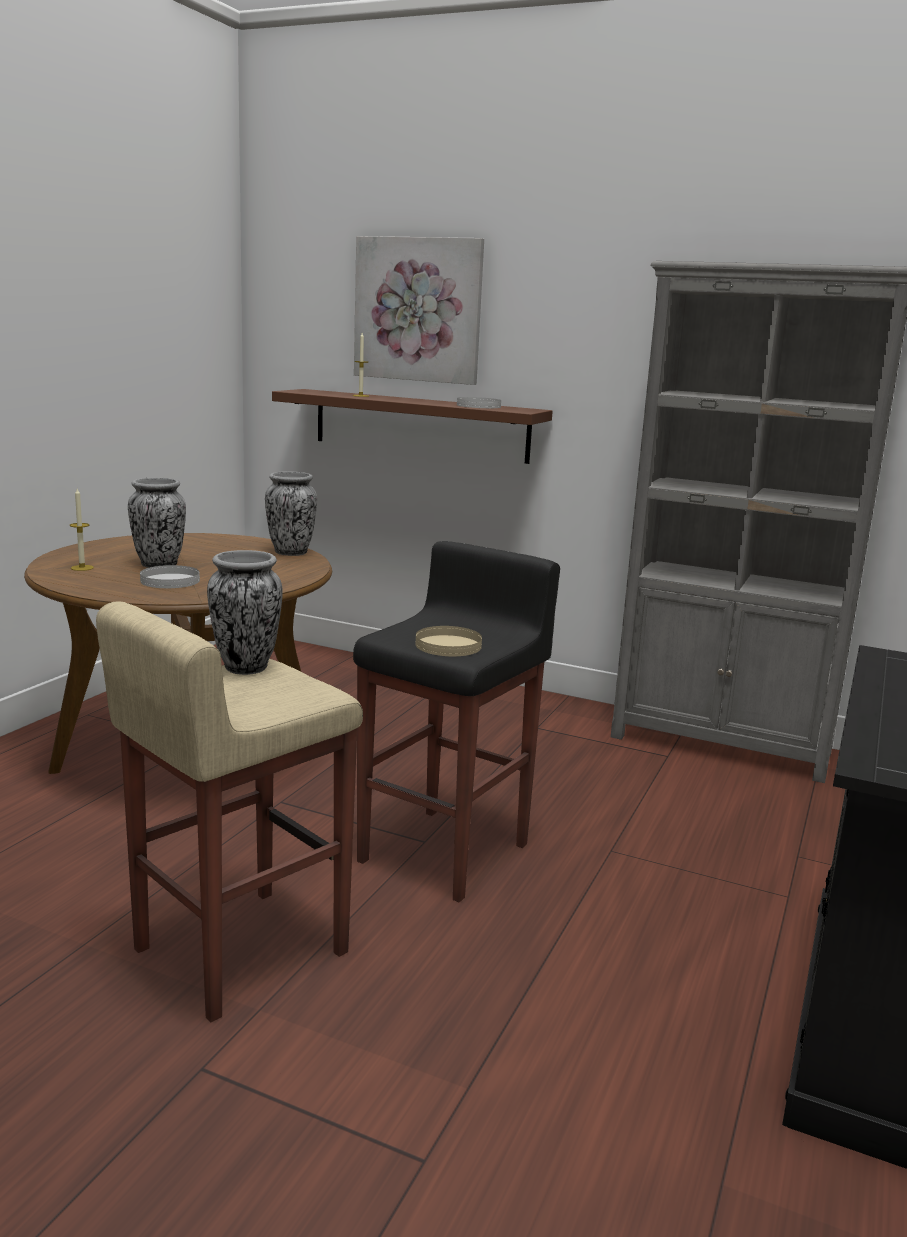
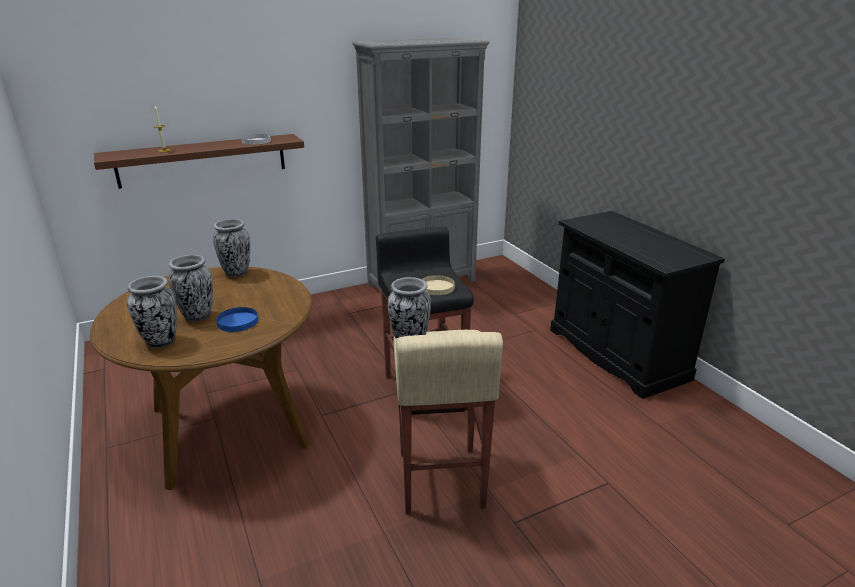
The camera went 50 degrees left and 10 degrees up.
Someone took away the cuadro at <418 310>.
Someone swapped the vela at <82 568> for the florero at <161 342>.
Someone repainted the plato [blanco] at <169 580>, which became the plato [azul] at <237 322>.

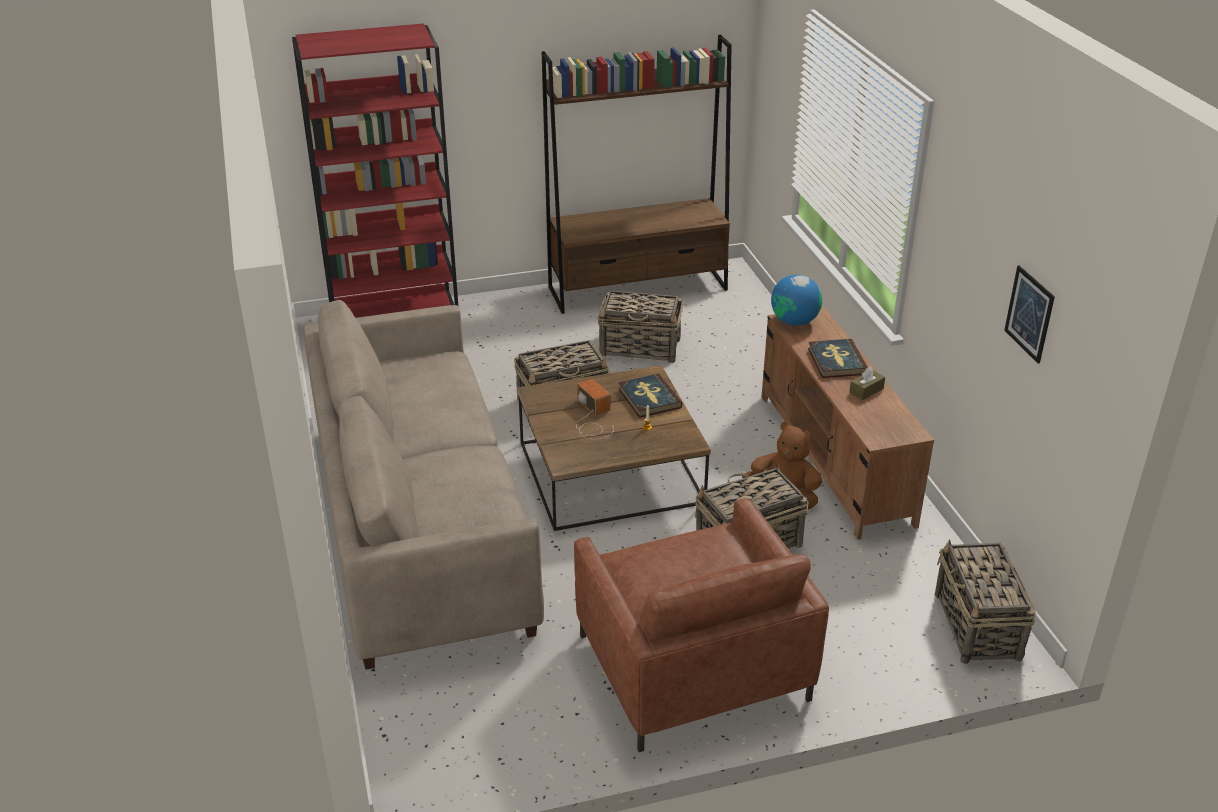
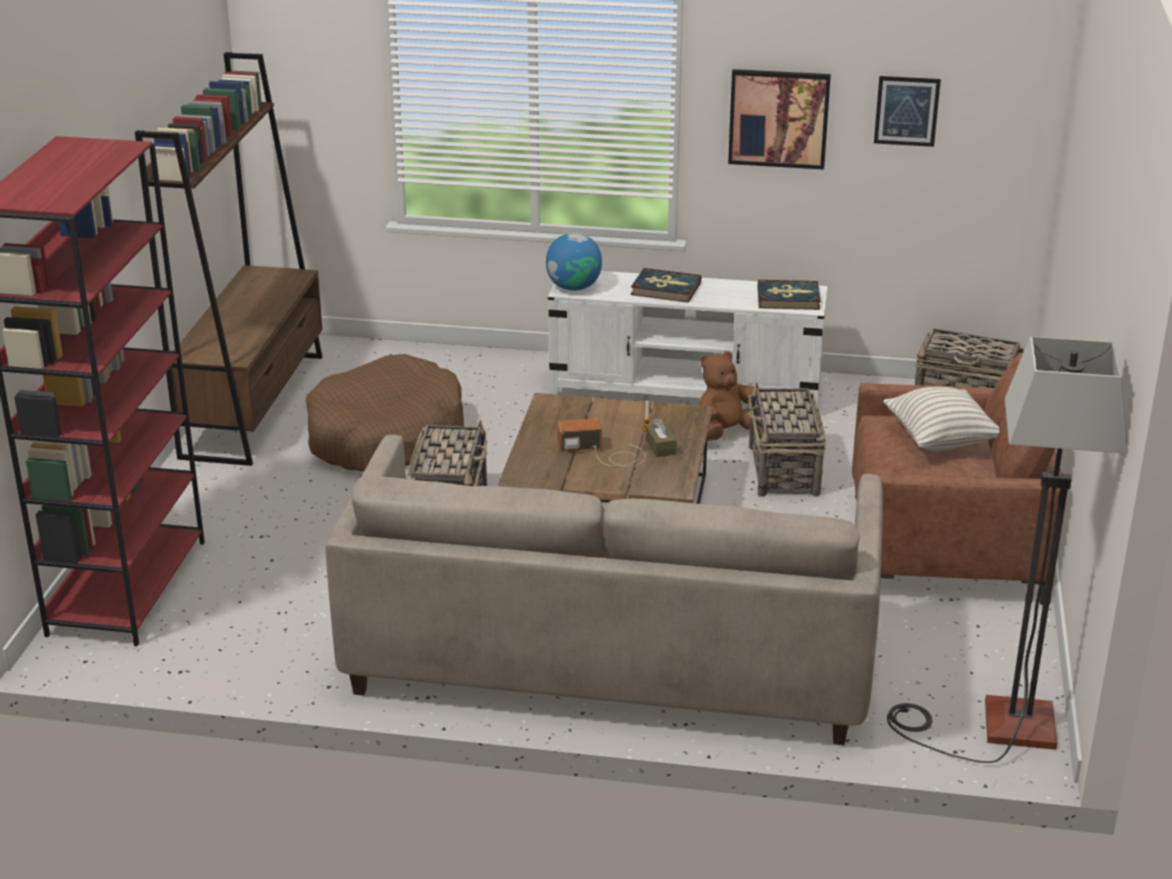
The camera went 65 degrees left and 5 degrees down.
Someone swapped the cesta at <641 348> for the cama para perro [marrón] at <384 436>.
Someone repainted the mueble de televisión [marrón] at <834 458>, which became the mueble de televisión [blanco] at <686 391>.
Someone carried the caja de pañuelos [marrón] from <866 391> to <660 447>.
Someone carried the libro from <649 398> to <788 298>.
Someone put up the cuadro at <778 118>.
Someone put down the lámpara de pie at <995 727>.
Someone put down the cojín at <940 440>.

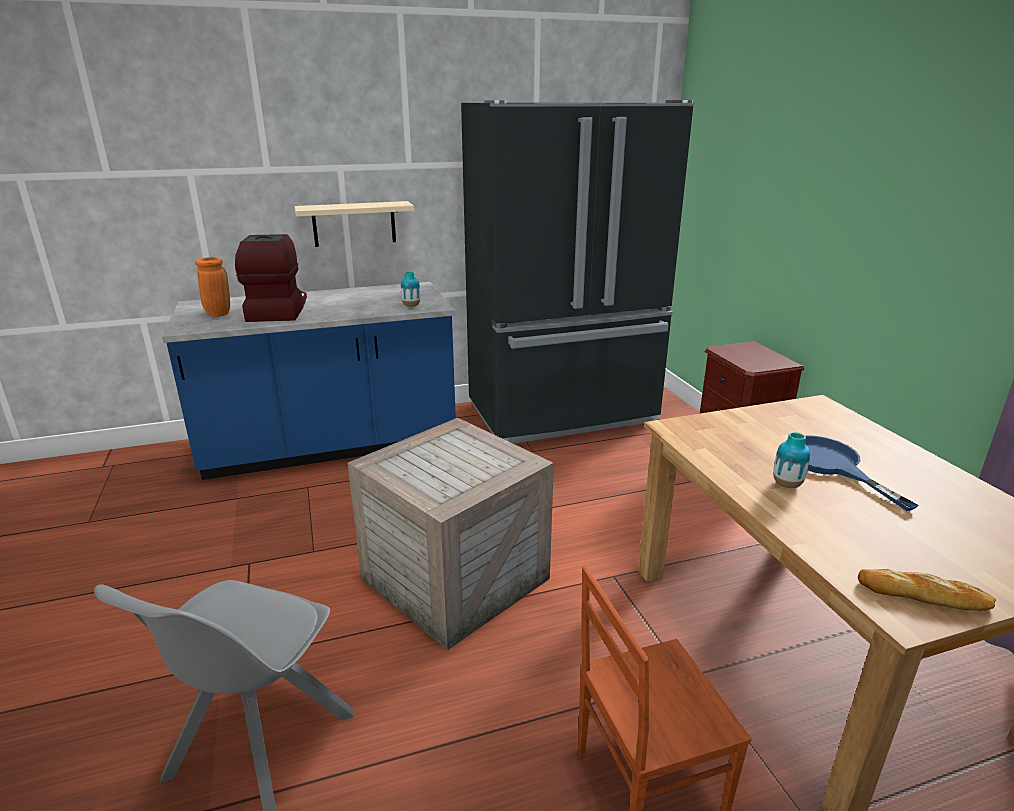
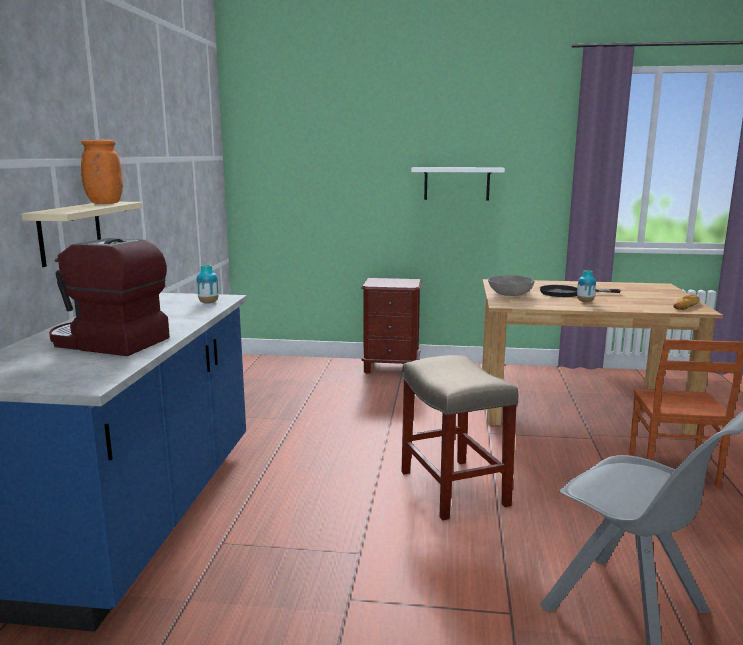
The camera went 65 degrees left and 10 degrees down.
Someone took away the nevera [negro] at <564 415>.
Someone carried the florero [naranja] from <218 314> to <104 203>.
Someone swapped the caja de embalaje at <455 576> for the taburete [beis] at <452 487>.
Someone repainted the sartén [azul] at <831 465>, which became the sartén [negro] at <568 293>.
Someone put up the estante [blanco] at <456 183>.
Someone put down the cuenco [gris] at <510 294>.

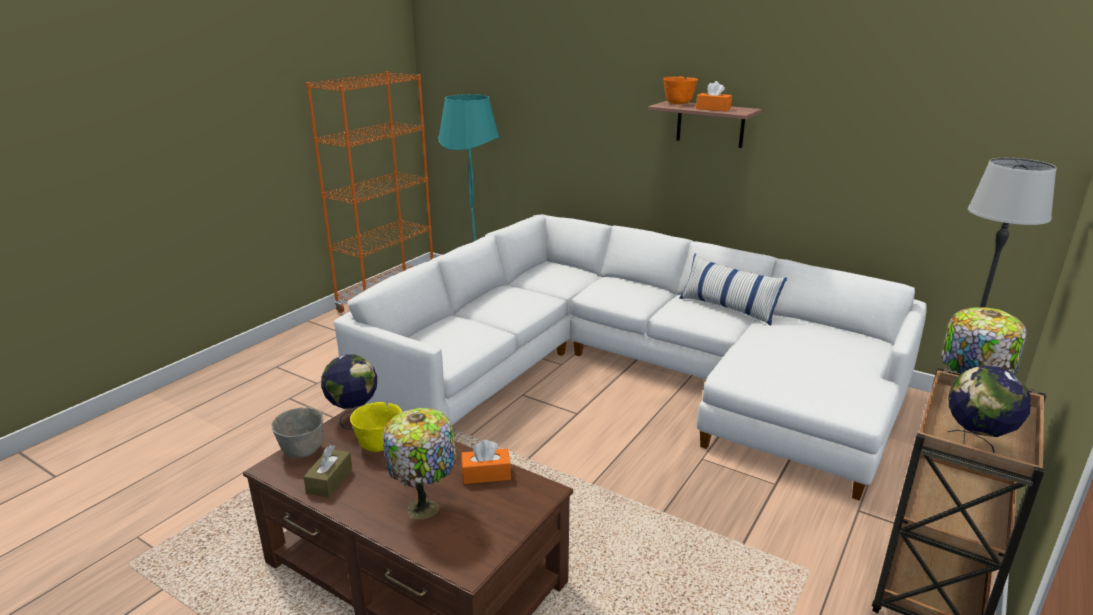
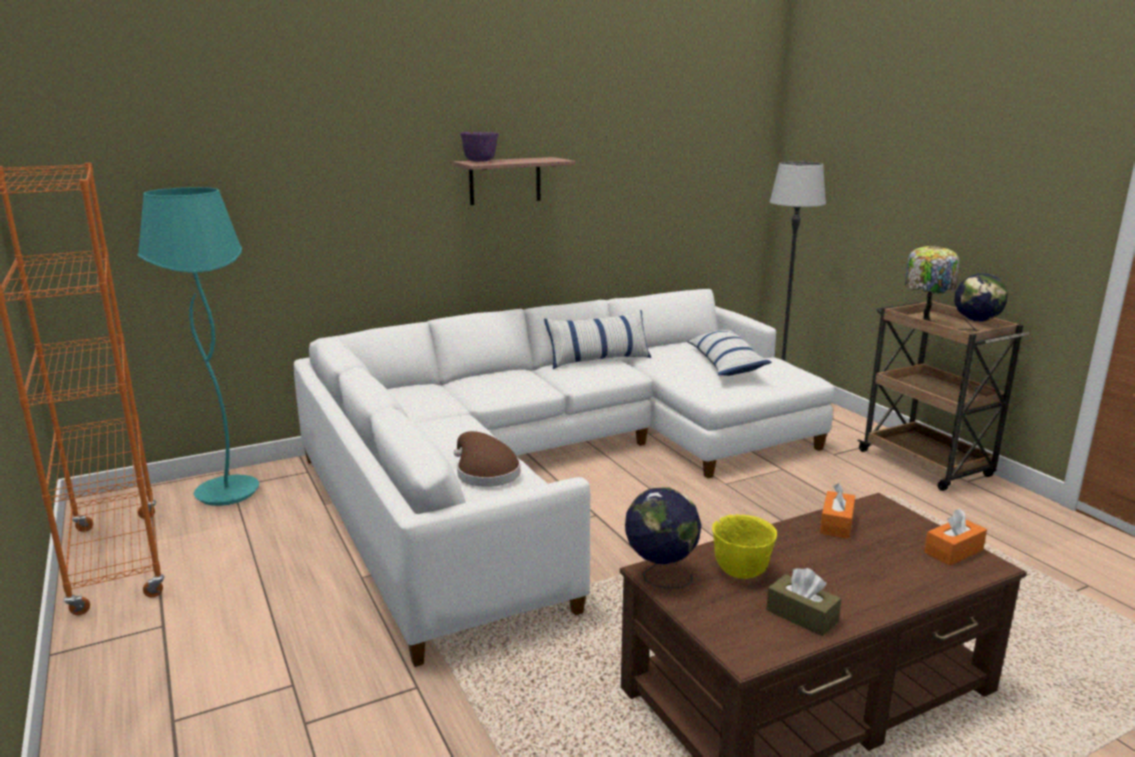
The camera went 60 degrees left and 5 degrees down.
Someone repainted the cuenco [naranja] at <678 103>, which became the cuenco [morado] at <480 161>.
Someone carried the caja de pañuelos [naranja] from <713 109> to <953 551>.
Someone took away the cuenco [gris] at <303 451>.
Someone took away the lámpara de mesa at <425 507>.
Someone put down the cojín at <725 364>.
Someone put down the sombrero [marrón] at <485 473>.

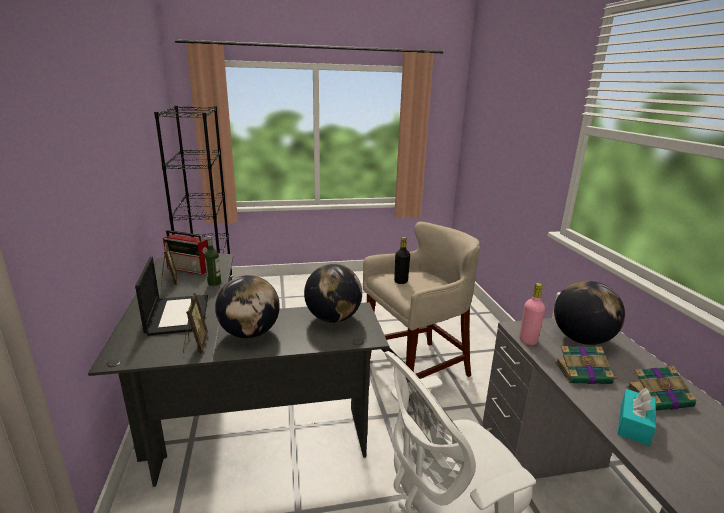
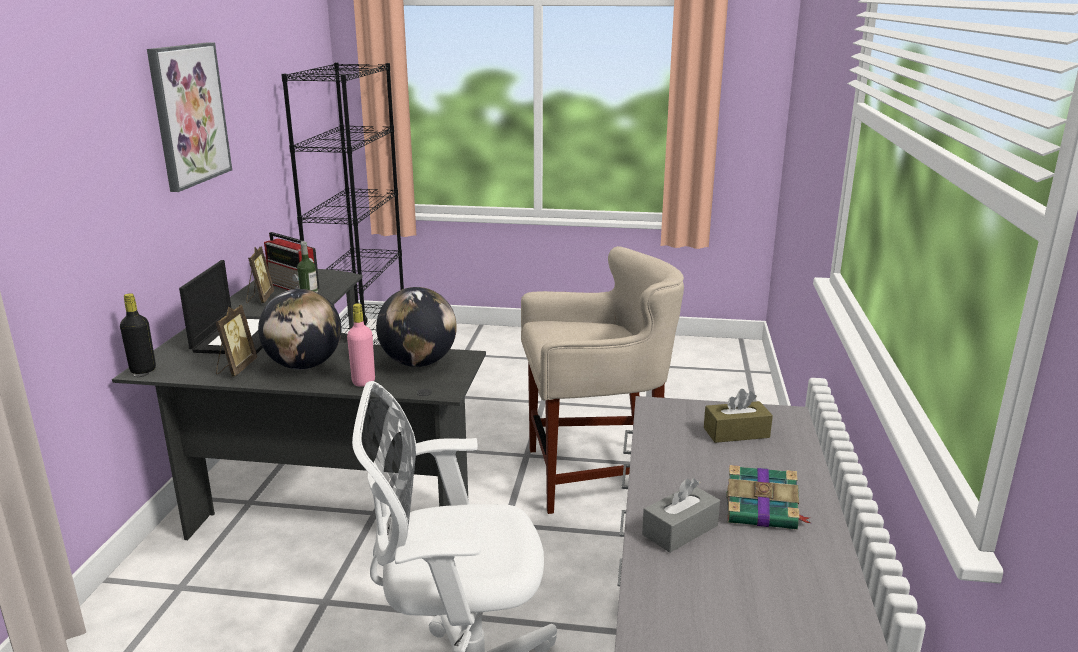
The camera went 20 degrees right and 0 degrees up.
Someone carried the botella [negro] from <401 281> to <143 370>.
Someone swapped the globo terráqueo at <581 339> for the caja de pañuelos [marrón] at <736 433>.
Someone carried the botella [rosa] from <528 340> to <363 382>.
Someone took away the libro at <584 373>.
Someone repainted the caja de pañuelos [turquesa] at <634 424>, which became the caja de pañuelos [gris] at <680 530>.
Someone put up the cuadro at <189 114>.

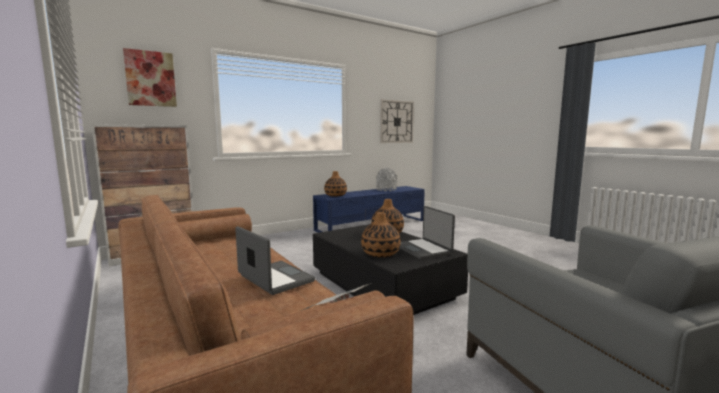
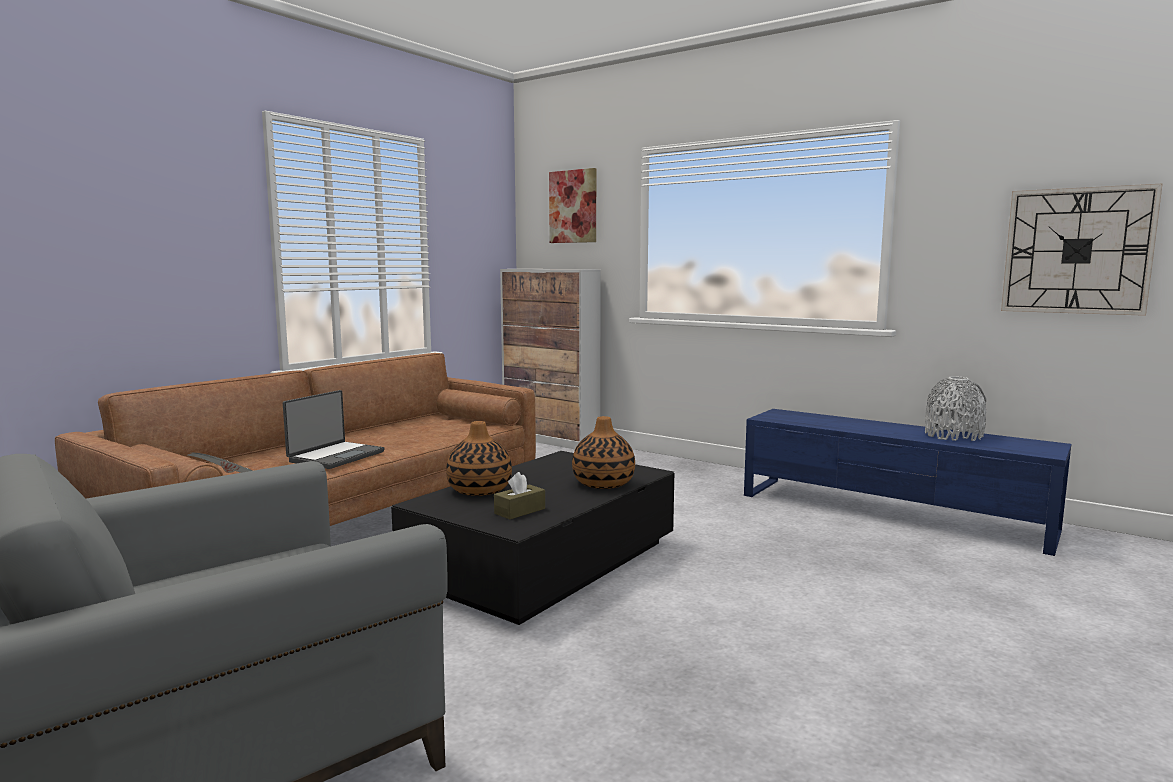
The camera went 70 degrees right and 0 degrees up.
Someone took away the florero at <335 195>.
Someone swapped the portátil at <423 249> for the caja de pañuelos [marrón] at <520 511>.

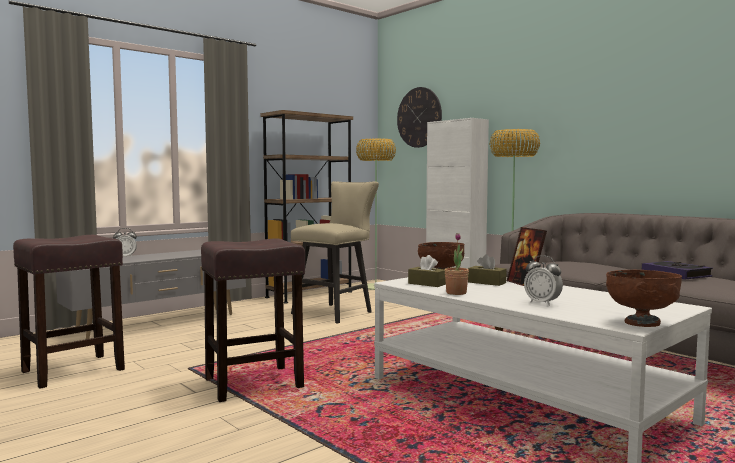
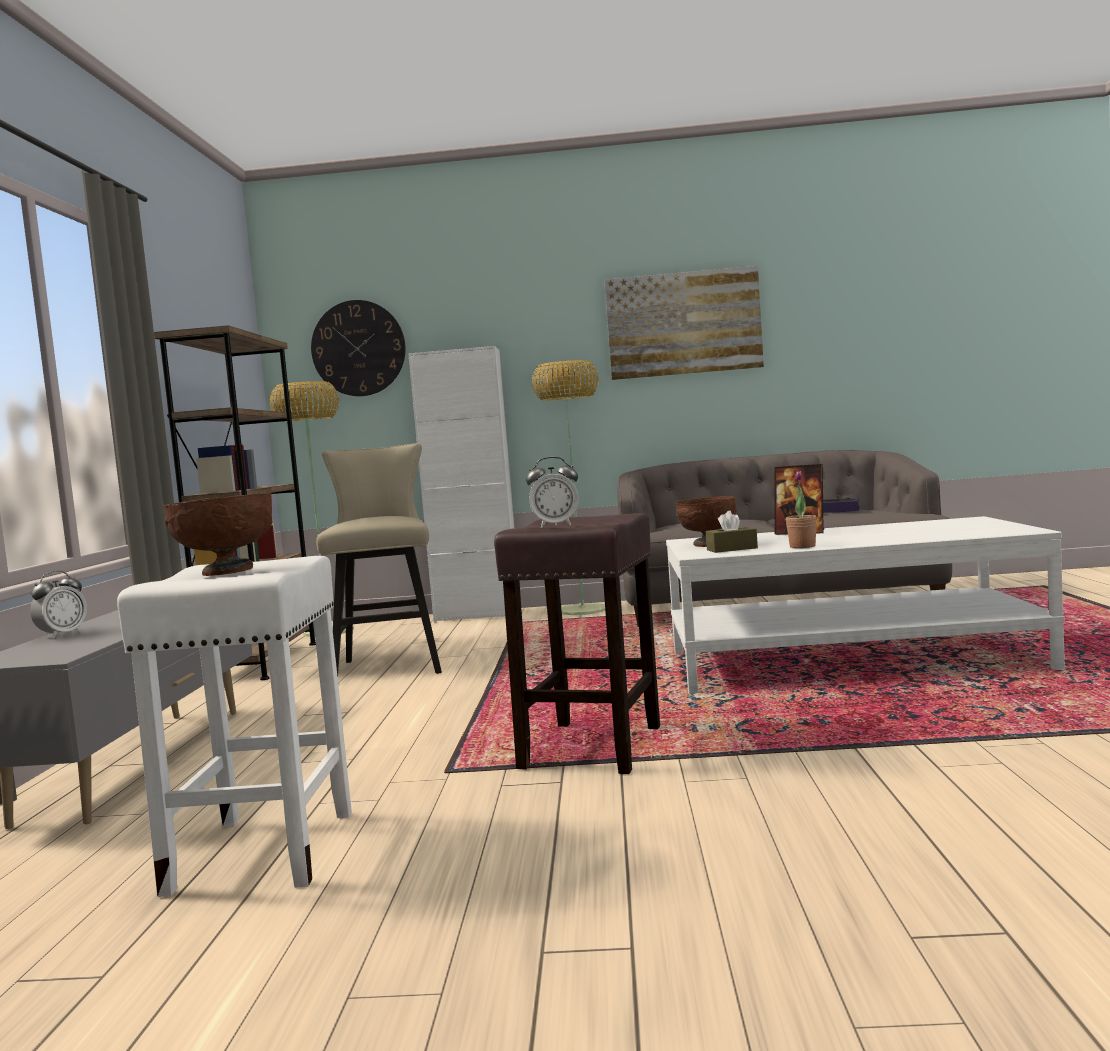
The camera went 45 degrees left and 0 degrees up.
Someone repainted the taburete [marrón] at <75 370>, which became the taburete [blanco] at <264 850>.
Someone took away the caja de pañuelos [marrón] at <487 282>.
Someone carried the despertador from <542 303> to <555 526>.
Someone carried the cuenco [marrón] from <641 323> to <227 572>.
Someone put up the cuadro at <683 323>.

